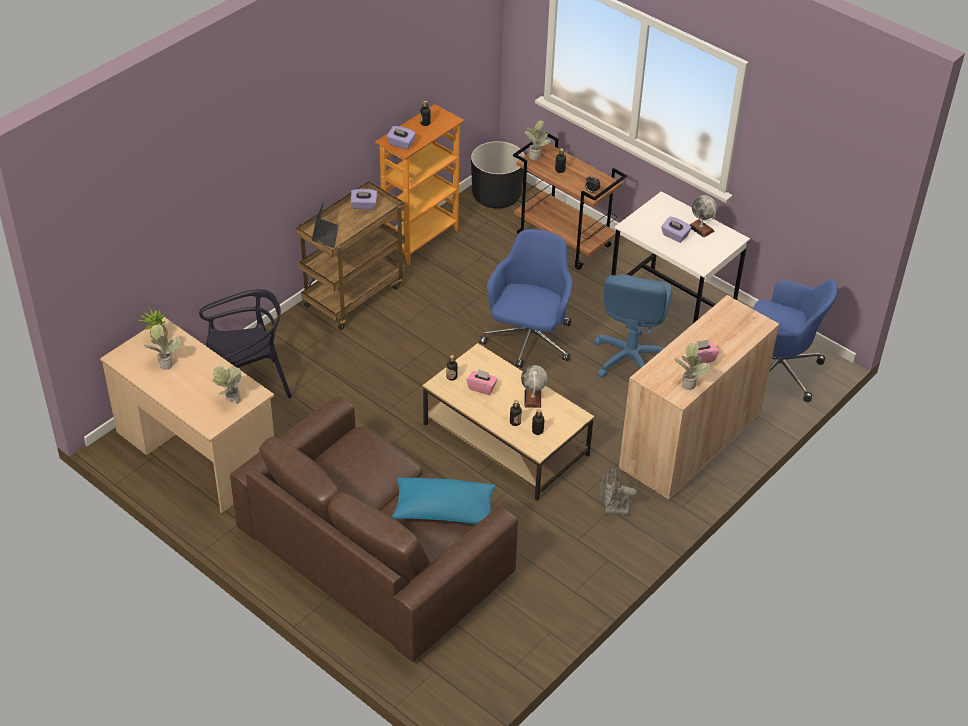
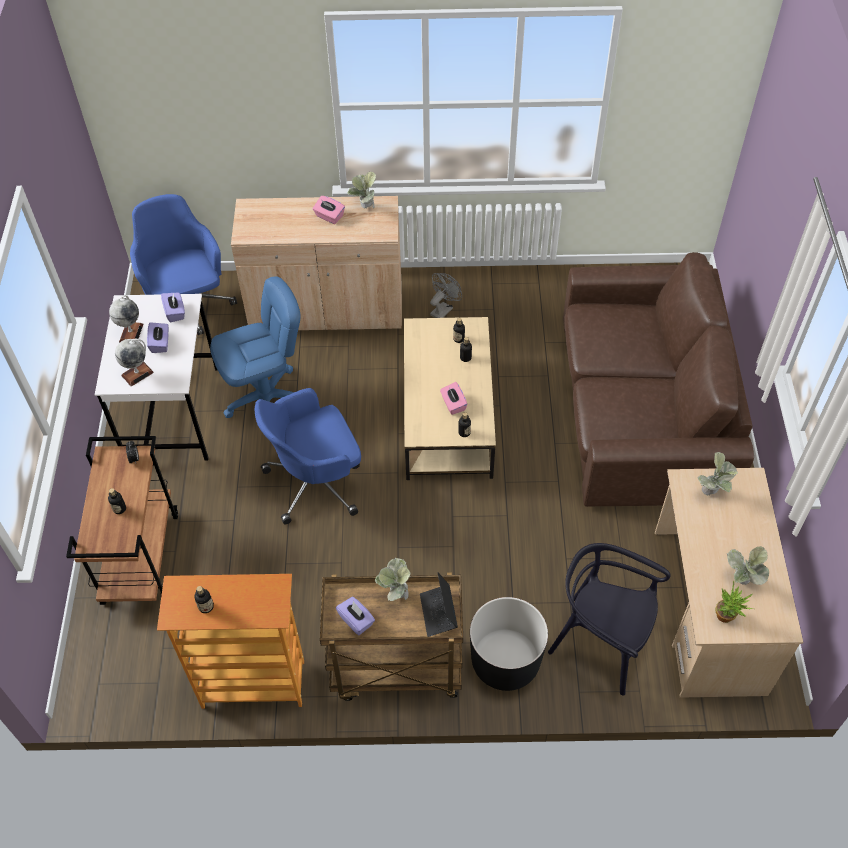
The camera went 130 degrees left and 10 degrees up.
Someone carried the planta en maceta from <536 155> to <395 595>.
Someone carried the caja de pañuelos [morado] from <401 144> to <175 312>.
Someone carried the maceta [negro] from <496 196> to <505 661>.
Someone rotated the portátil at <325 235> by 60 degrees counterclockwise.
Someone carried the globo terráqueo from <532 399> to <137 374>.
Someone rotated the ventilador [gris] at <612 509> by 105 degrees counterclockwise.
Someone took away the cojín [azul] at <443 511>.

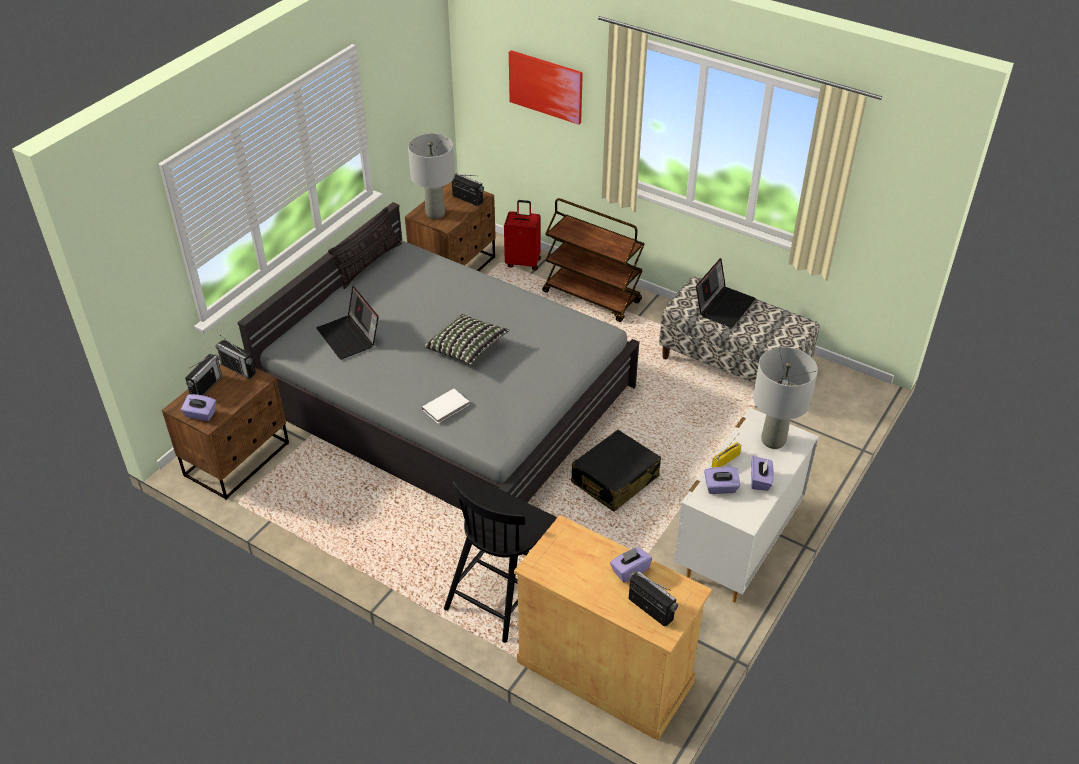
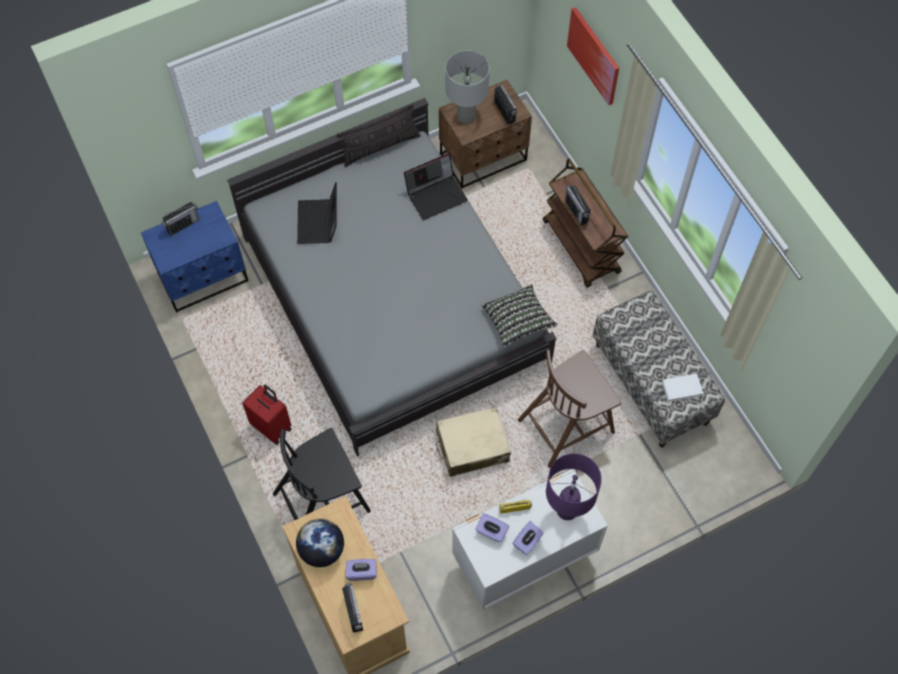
The camera went 30 degrees right and 20 degrees up.
Someone carried the maleta [rojo] from <523 262> to <272 426>.
Someone carried the portátil from <724 306> to <436 195>.
Someone carried the cojín from <467 349> to <517 321>.
Someone carried the radio from <238 369> to <576 211>.
Someone repainted the lámpara de mesa [gris] at <772 440>, which became the lámpara de mesa [morado] at <566 510>.
Someone repainted the mesita de noche [marrón] at <238 459>, which became the mesita de noche [azul] at <204 278>.
Someone carried the libro [blanco] from <447 407> to <683 388>.
Someone took away the caja de pañuelos [morado] at <201 415>.
Someone repainted the maleta [negro] at <614 480>, which became the maleta [beis] at <472 446>.
Someone put down the silla [marrón] at <567 424>.
Someone put down the globo terráqueo at <322 550>.

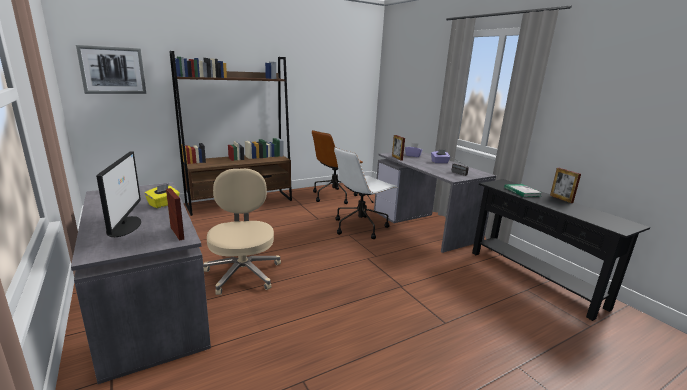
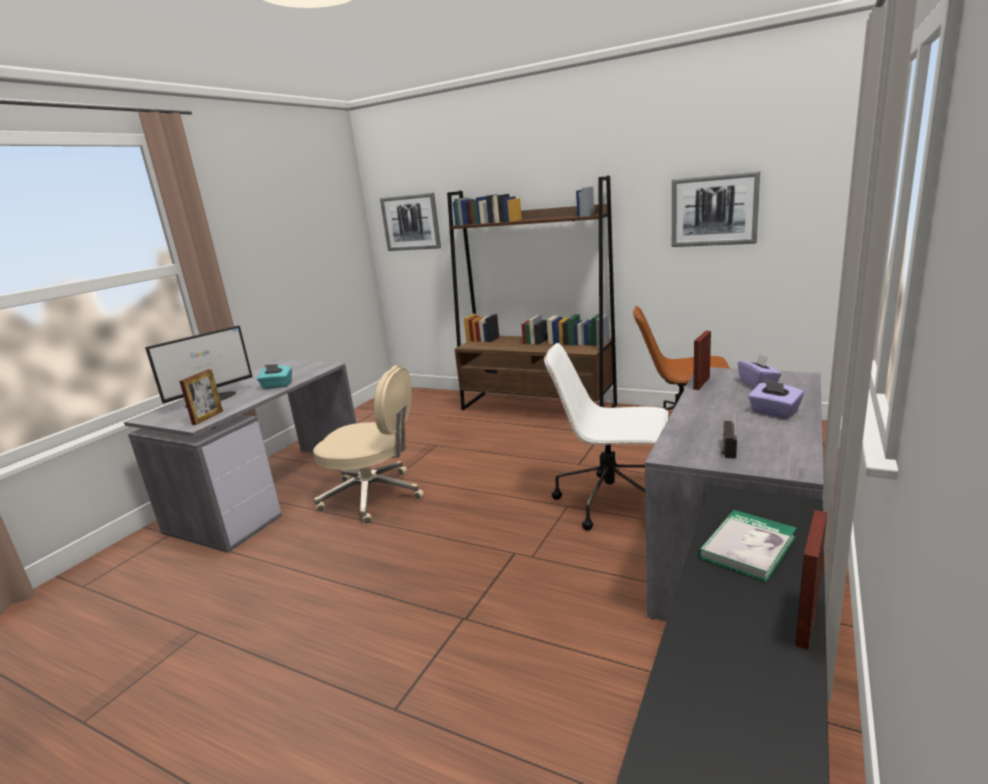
The camera went 60 degrees right and 0 degrees up.
Someone rotated the silla de oficina [beis] at <243 272> by 60 degrees clockwise.
Someone repainted the caja de pañuelos [amarillo] at <164 204>, which became the caja de pañuelos [turquesa] at <277 386>.
Someone put up the cuadro at <714 210>.

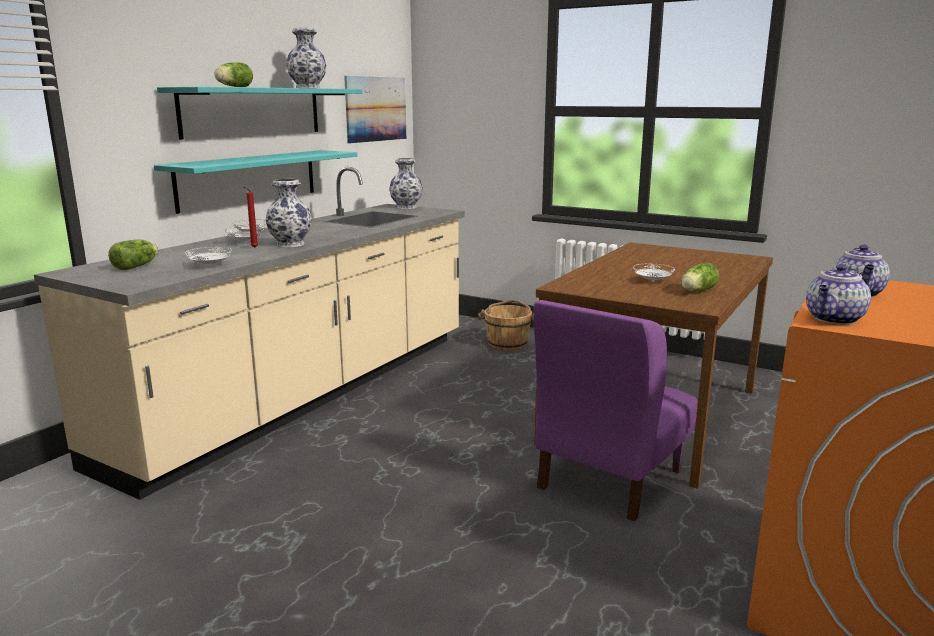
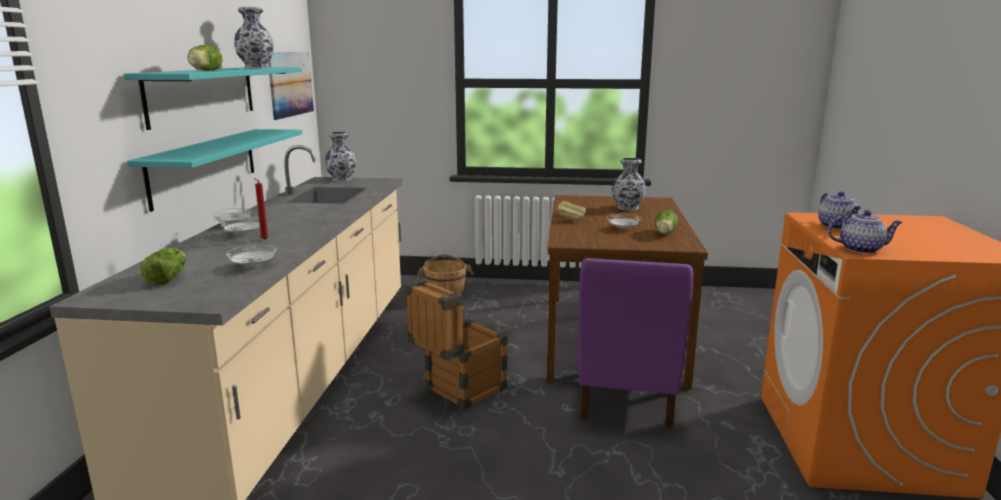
The camera went 25 degrees left and 0 degrees up.
Someone carried the florero from <290 244> to <627 208>.
Someone rotated the tetera at <834 319> by 105 degrees counterclockwise.
Someone put down the pan at <571 220>.
Someone put down the caja de embalaje at <458 391>.

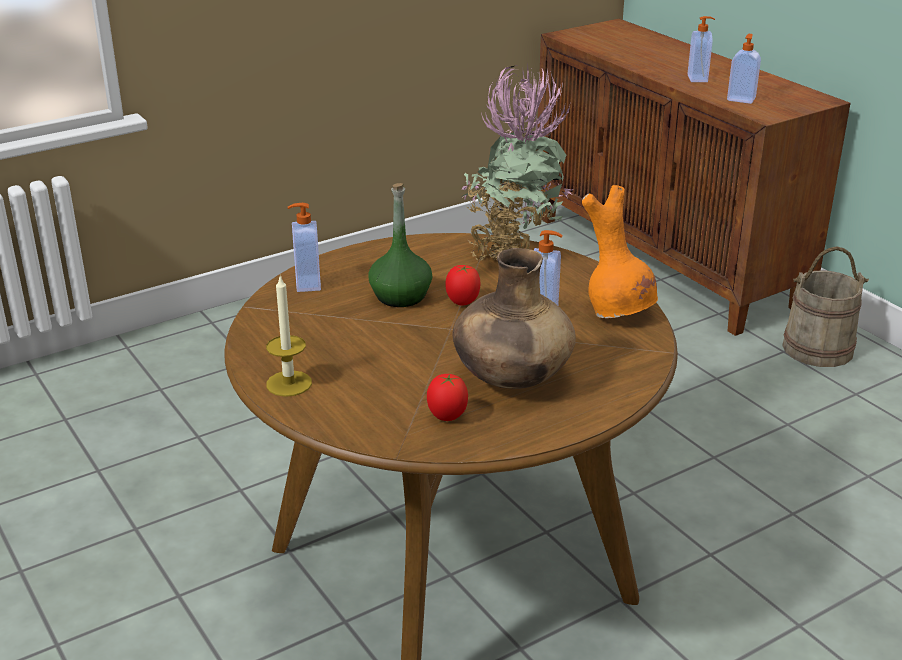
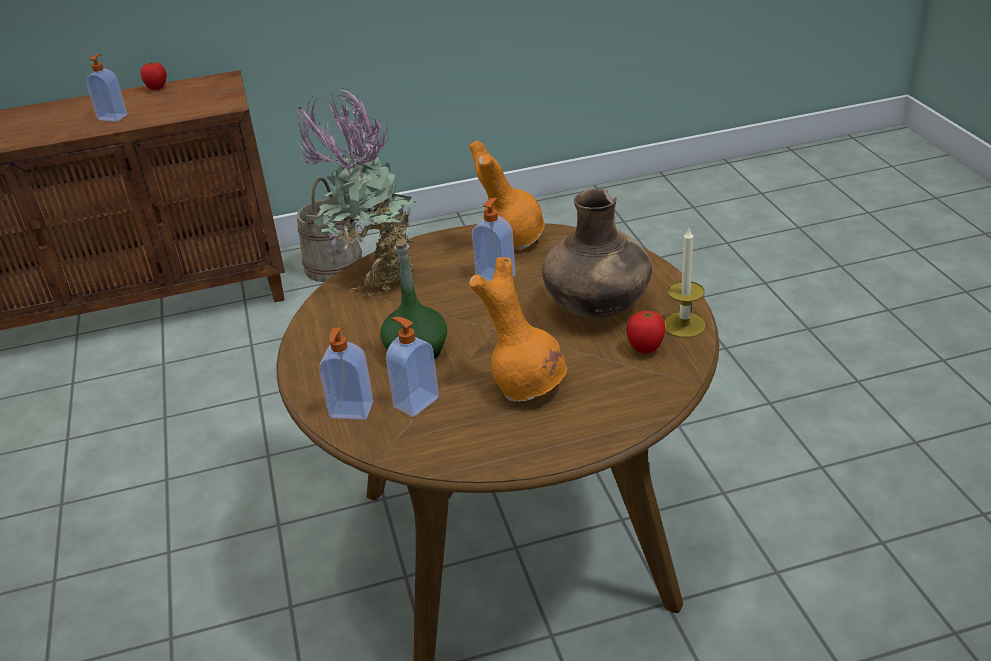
The camera went 70 degrees left and 5 degrees up.
Someone carried the dispensador de jabón from <741 99> to <415 402>.
Someone carried the tomate from <462 302> to <157 88>.
Someone carried the vela from <289 383> to <684 325>.
Someone put down the florero [naranja] at <527 386>.

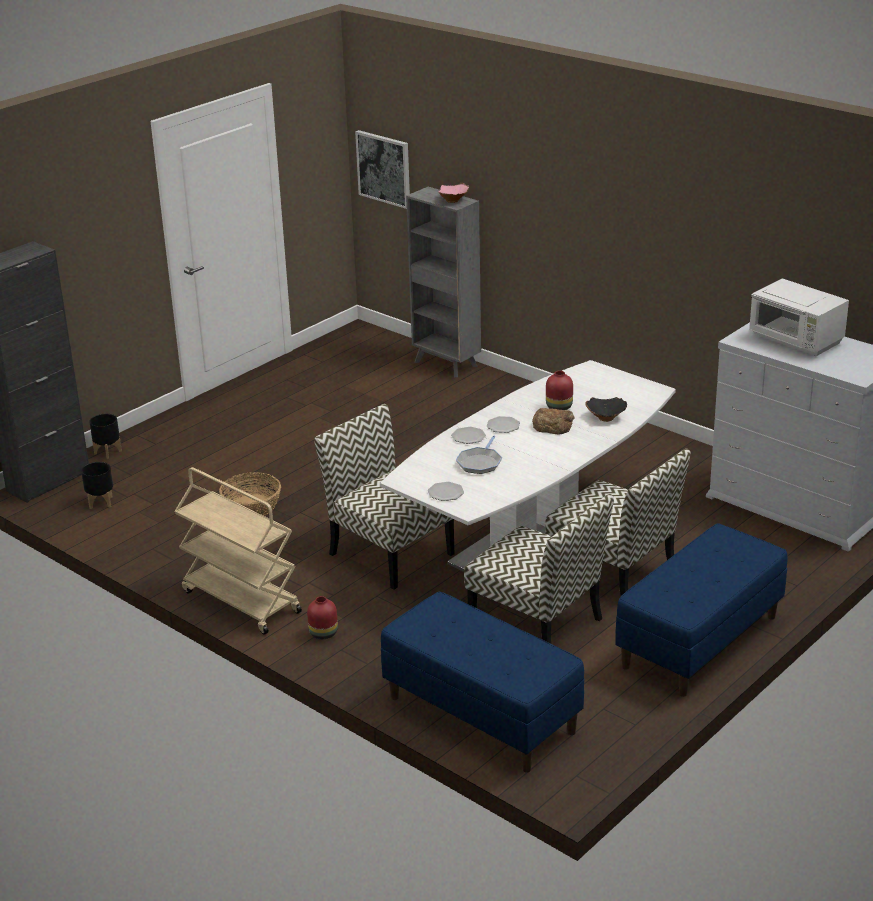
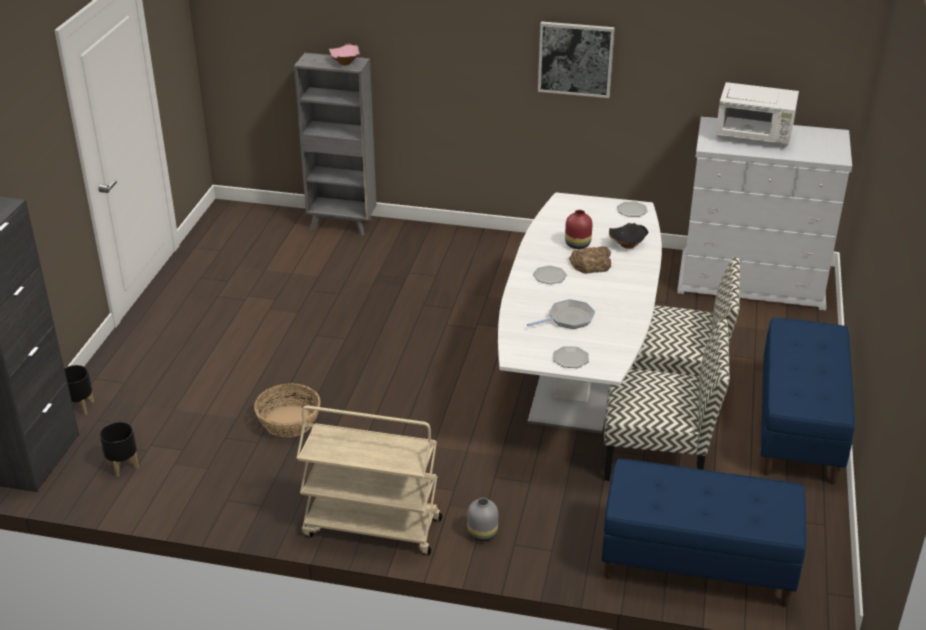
The camera went 30 degrees left and 5 degrees up.
Someone carried the cuadro from <384 168> to <575 59>.
Someone took away the silla at <389 553>.
Someone carried the plato from <469 437> to <632 210>.
Someone rotated the sartén at <480 462> by 105 degrees counterclockwise.
Someone repainted the florero [rojo] at <322 633>, which became the florero [gris] at <481 533>.

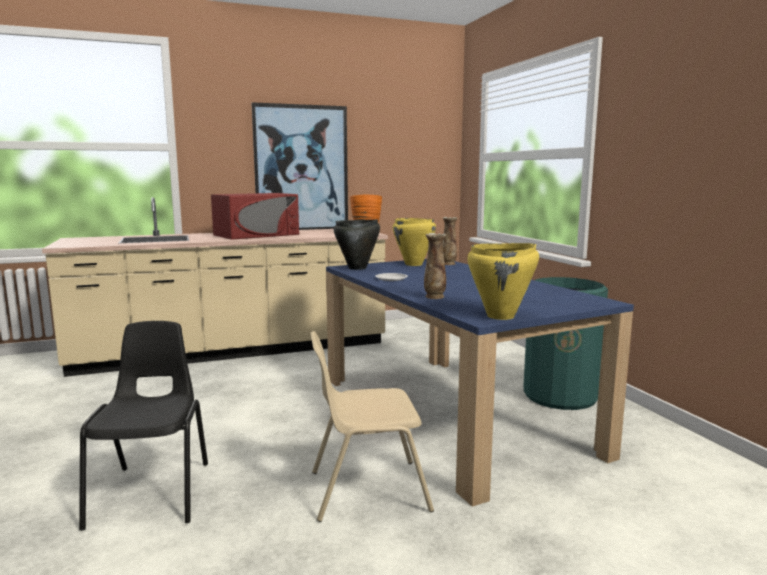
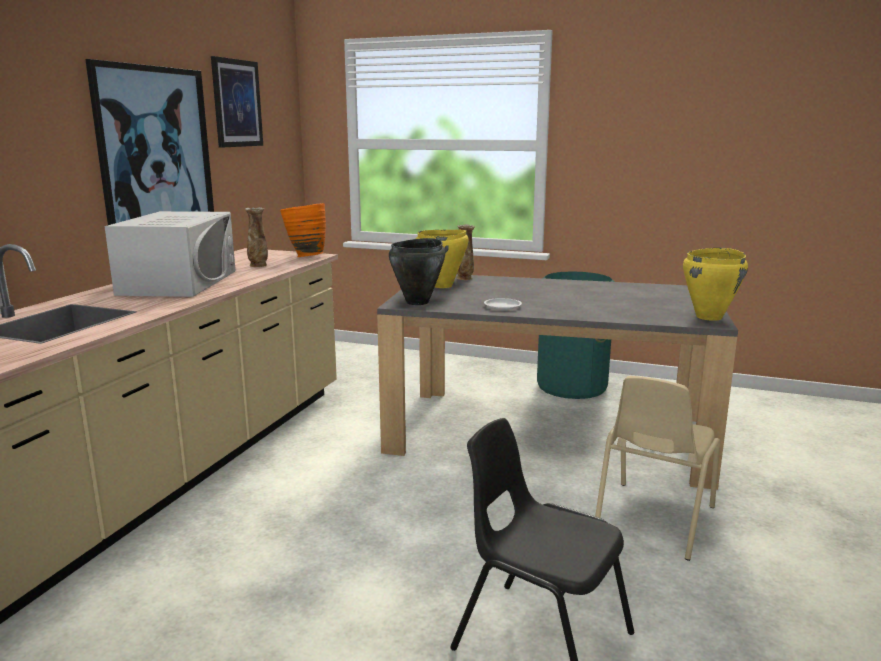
The camera went 50 degrees left and 5 degrees up.
Someone repainted the microondas [rojo] at <256 234>, which became the microondas [blanco] at <179 282>.
Someone carried the florero from <434 297> to <258 265>.
Someone repainted the mesa de comedor [azul] at <449 413>, which became the mesa de comedor [gris] at <547 434>.
Someone put up the cuadro at <237 103>.

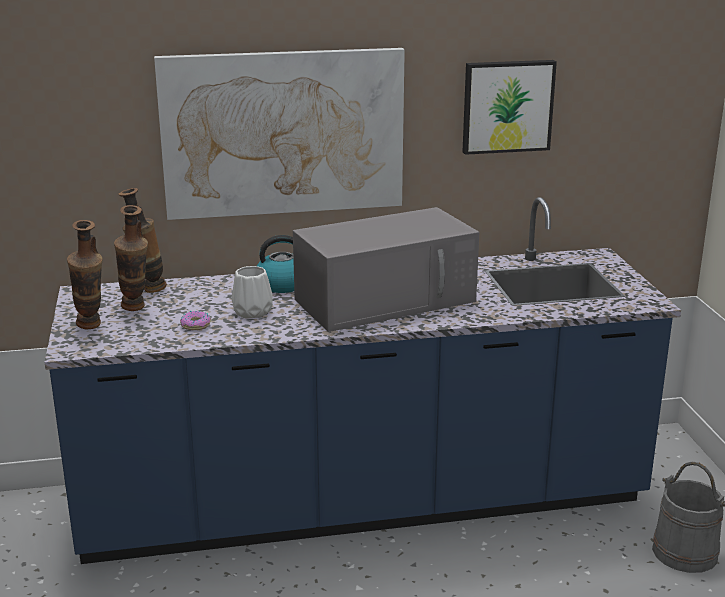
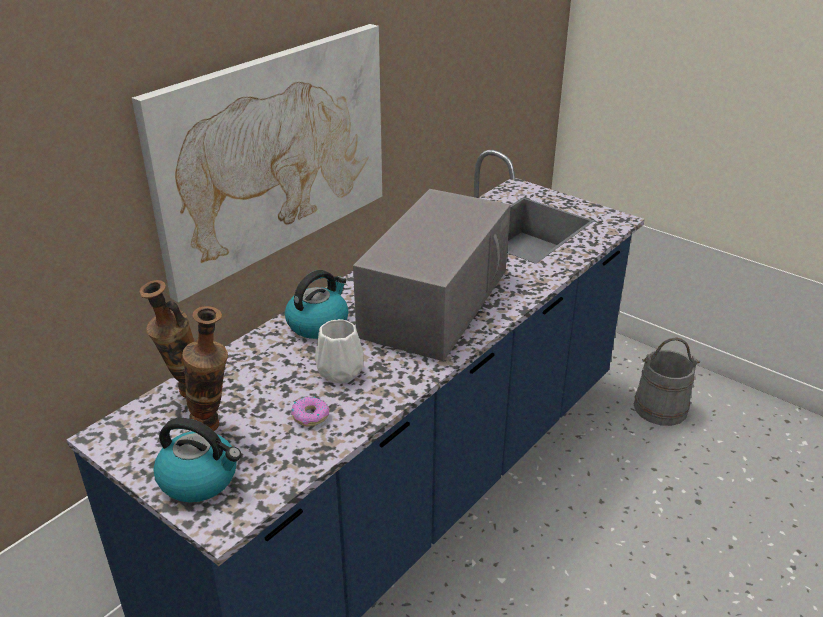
The camera went 40 degrees left and 10 degrees up.
Someone took away the cuadro at <507 106>.
Someone swapped the florero at <91 328> for the hervidor at <200 479>.

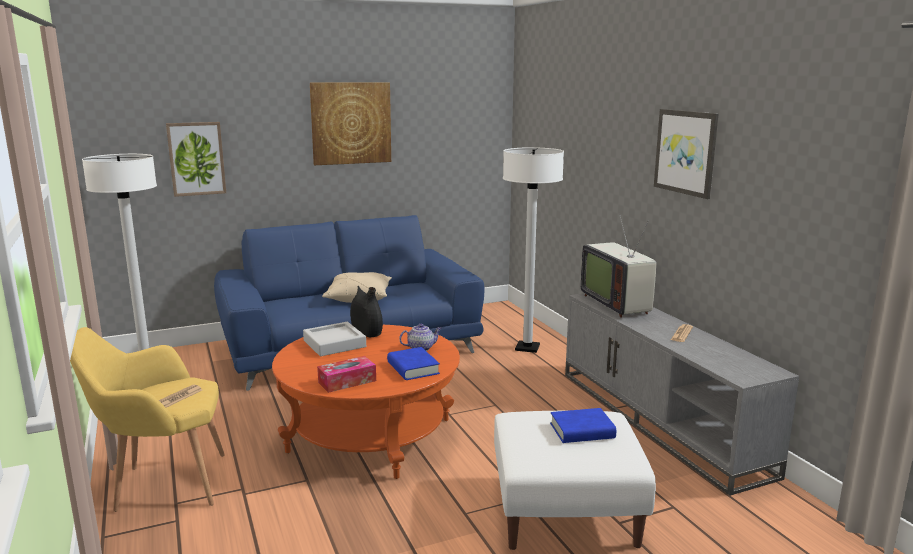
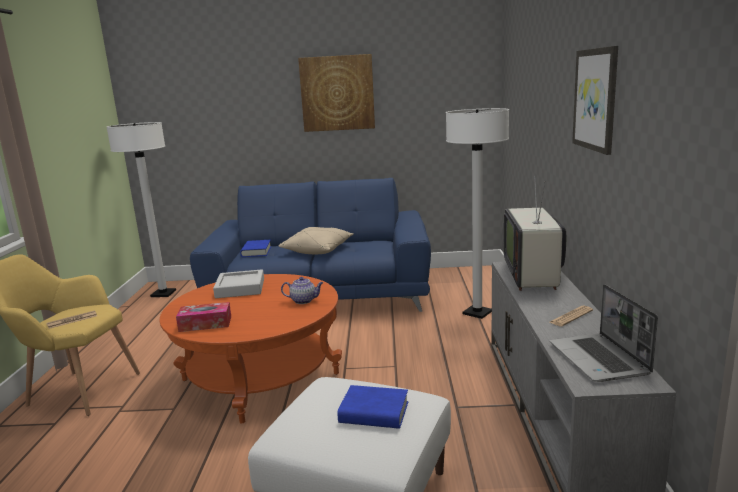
The camera went 25 degrees right and 0 degrees up.
Someone took away the cuadro at <196 158>.
Someone took away the florero [negro] at <366 332>.
Someone carried the libro [azul] from <413 368> to <256 251>.
Someone put down the portátil at <600 359>.

